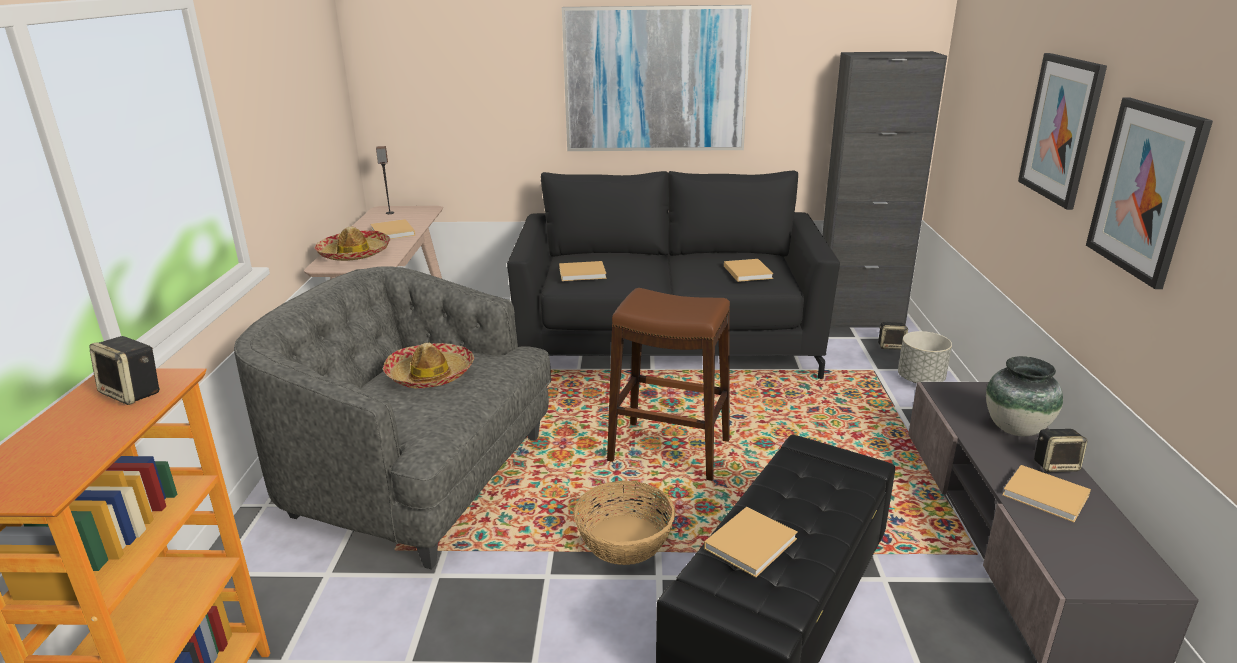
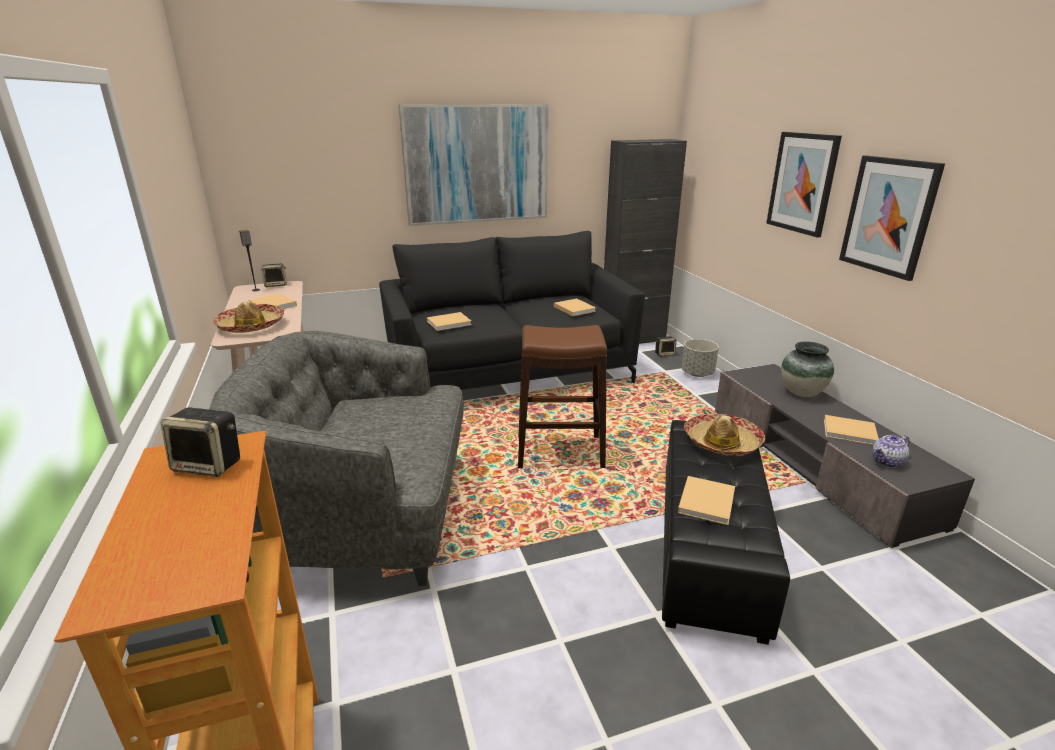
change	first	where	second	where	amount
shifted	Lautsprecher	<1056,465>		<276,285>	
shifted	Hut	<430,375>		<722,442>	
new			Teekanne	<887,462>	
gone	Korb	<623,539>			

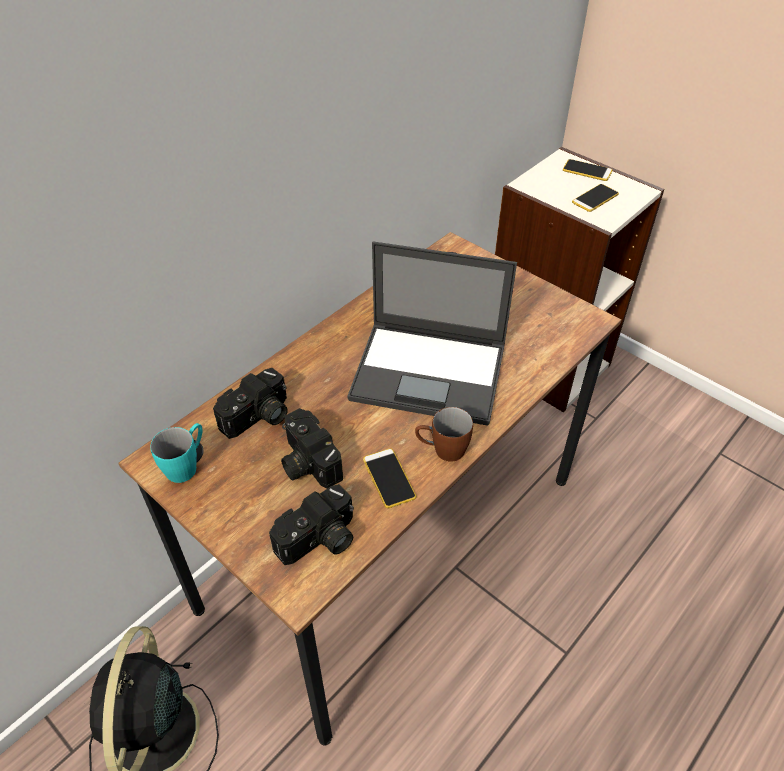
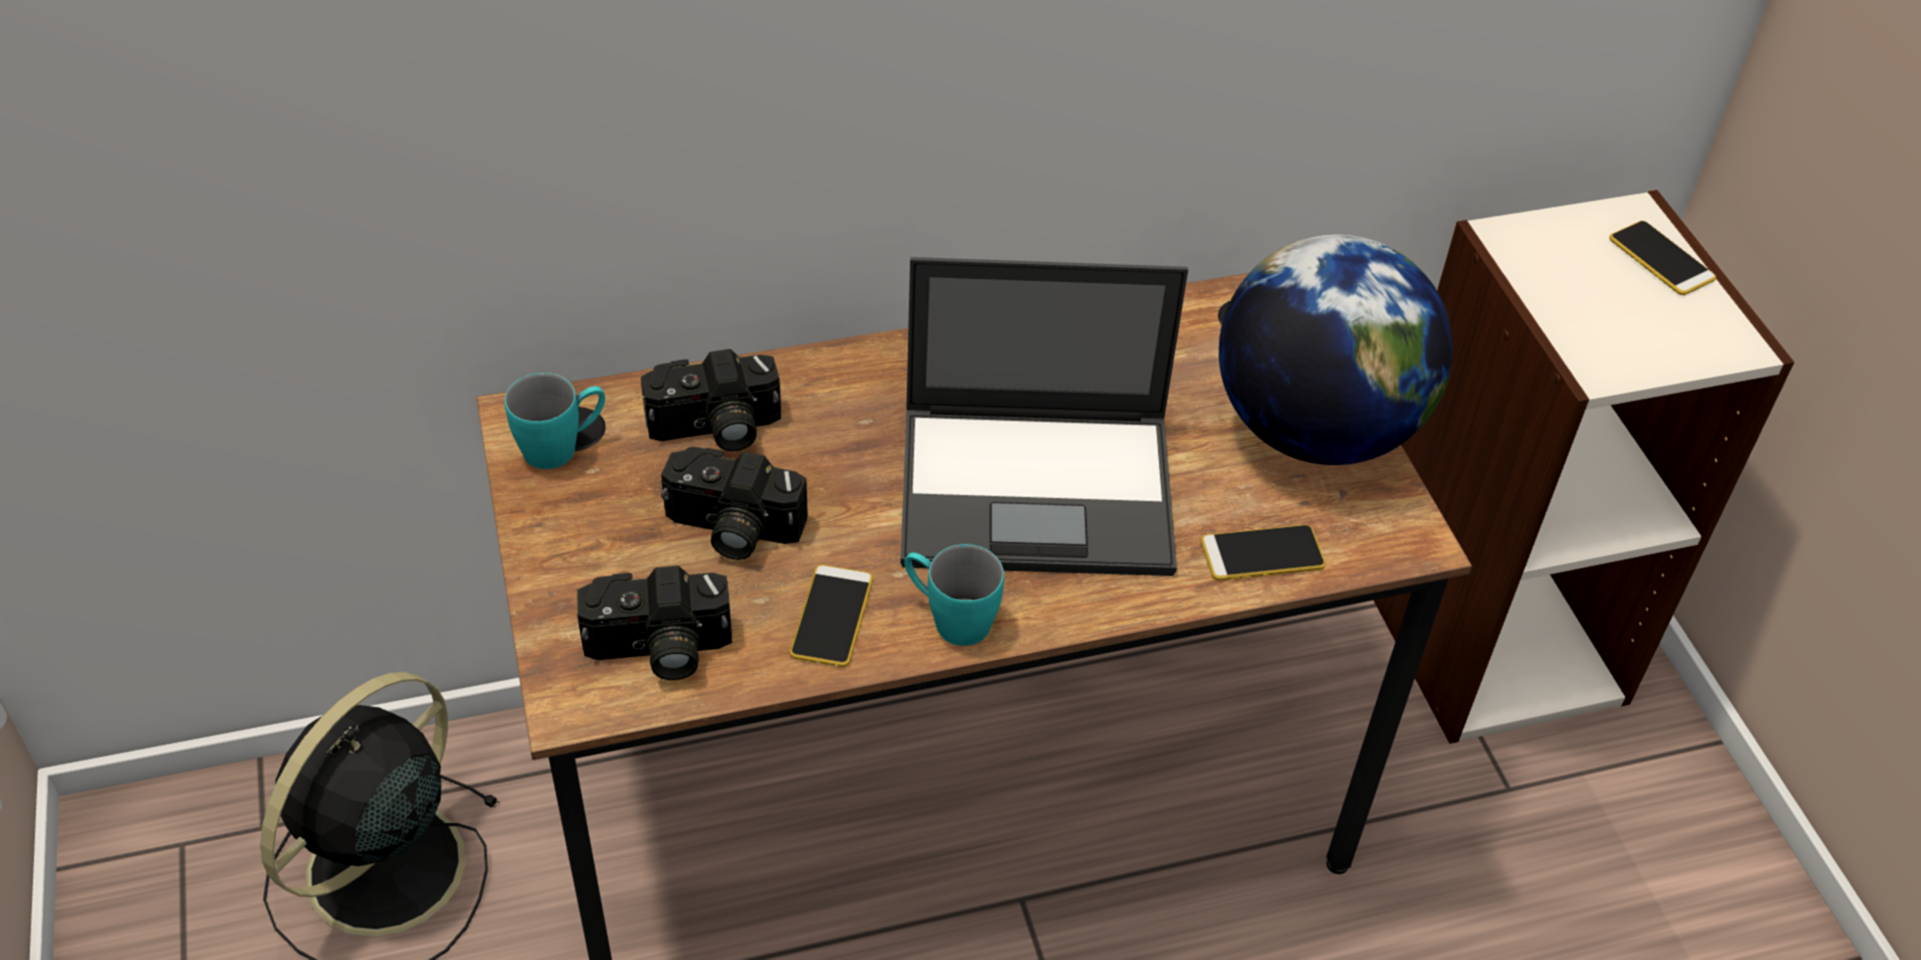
change	first	where	second	where	amount
rotated	Kamera	<306,462>		<731,529>	75 degrees counterclockwise
rotated	Laptop	<430,372>		<1040,490>	45 degrees counterclockwise
repainted	Henkelbecher (braun)	<442,450>	Henkelbecher (türkis)	<949,618>	
shifted	Handy	<595,198>		<1262,554>	
new			Globus	<1315,430>	

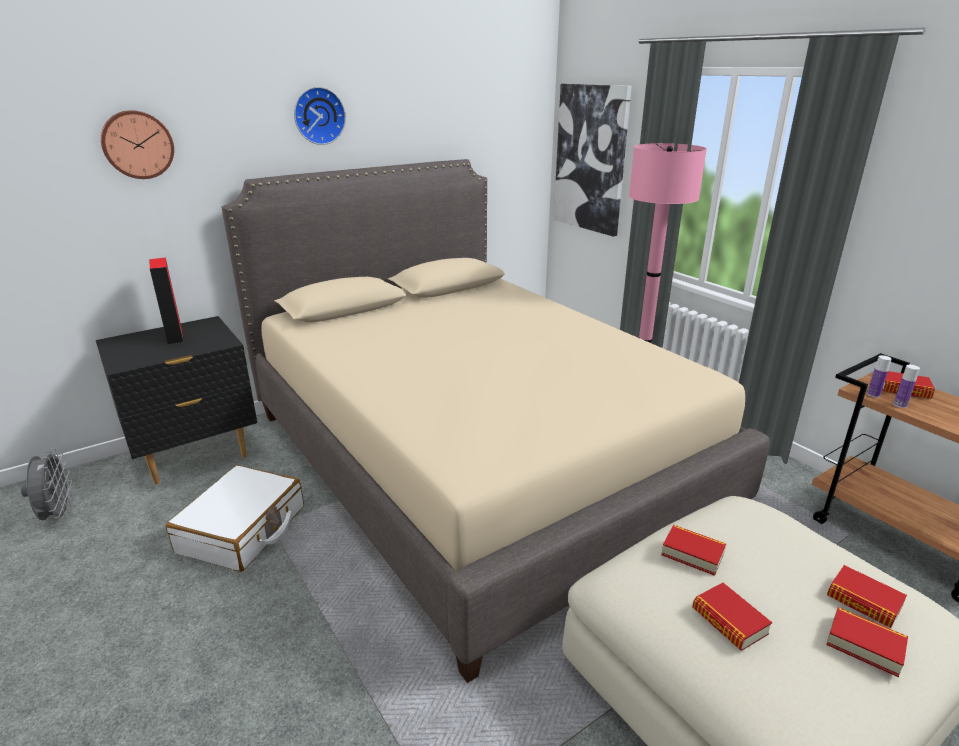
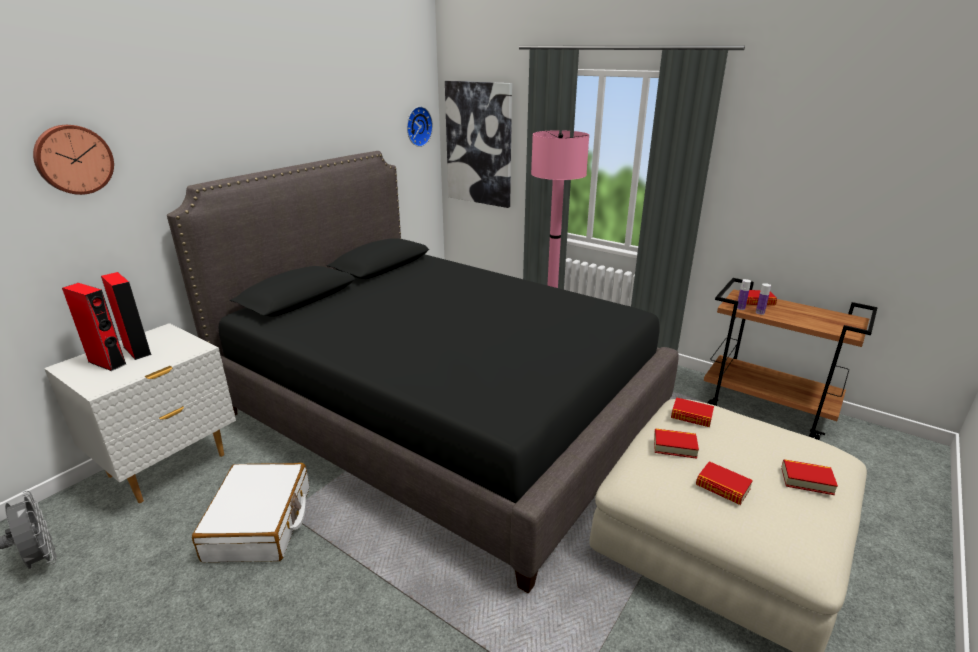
change	first	where	second	where	amount
repainted	Nachttisch (schwarz)	<195,455>	Nachttisch (weiß)	<168,465>	
new			Lautsprecher (rot)	<107,363>	
repainted	Bett (beige)	<474,460>	Bett (schwarz)	<442,414>	
shifted	Wanduhr	<318,116>		<417,126>	
shifted	Buch	<863,601>		<691,416>	

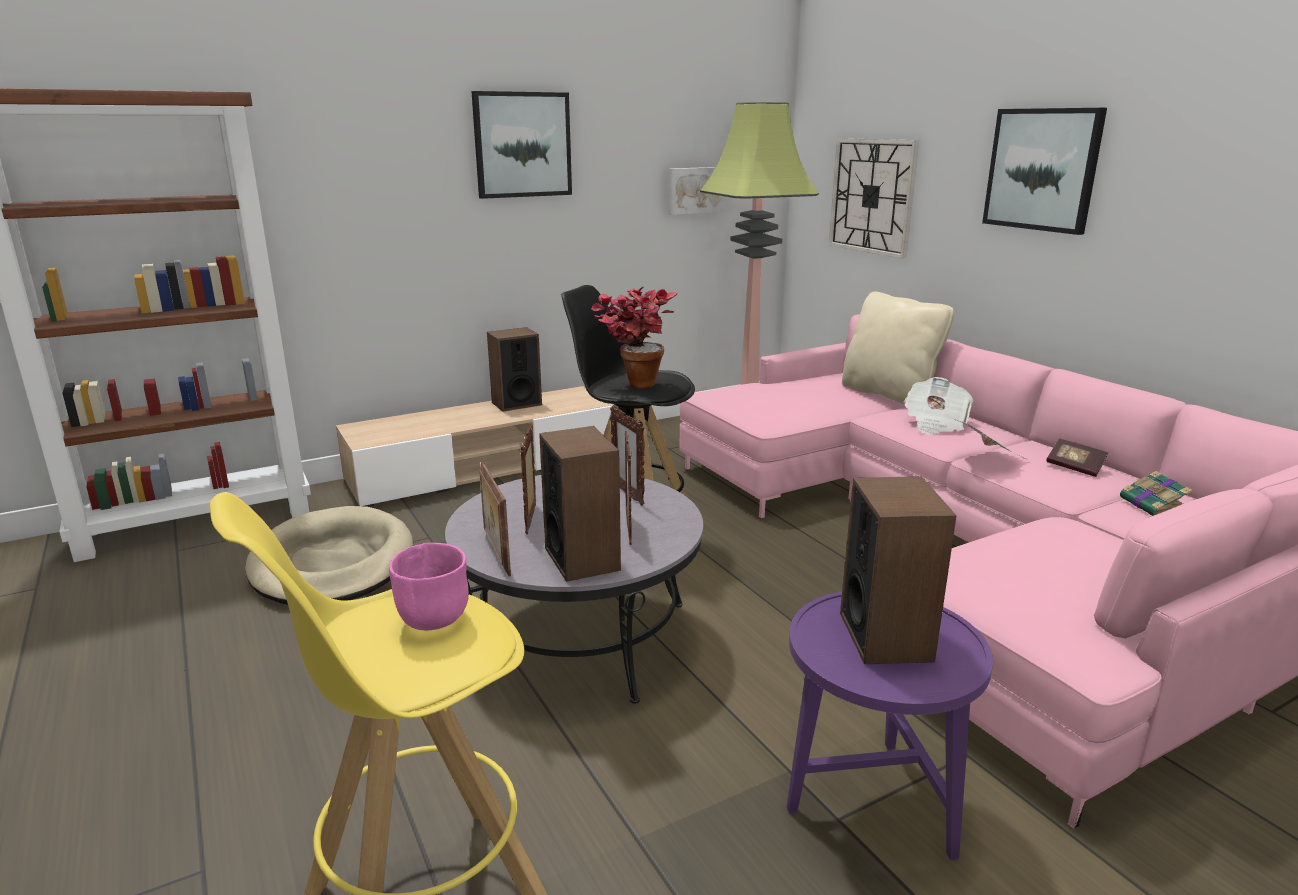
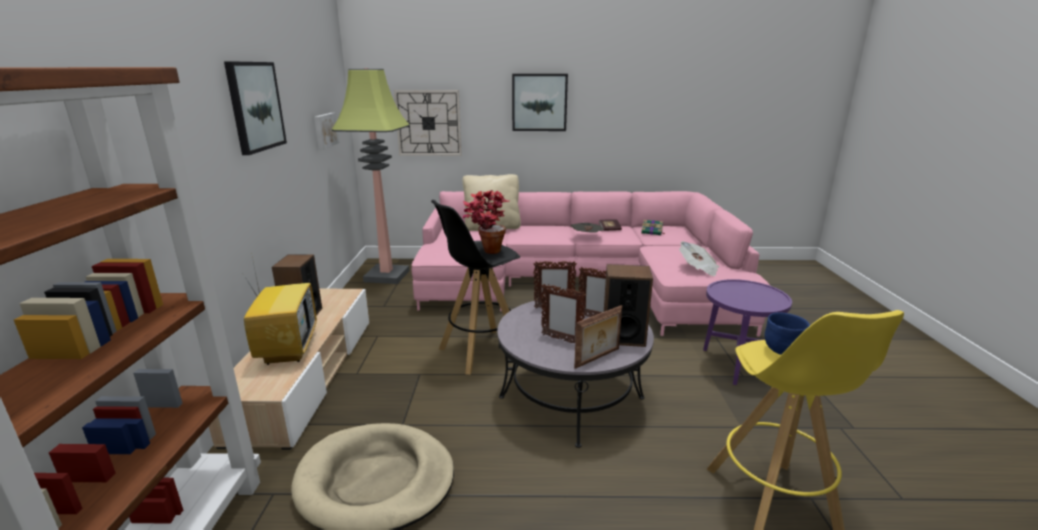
change	first	where	second	where	amount
new			Fernseher	<287,349>	
rotated	Bilderrahmen	<496,553>		<598,358>	45 degrees counterclockwise
shifted	Zeitung	<935,424>		<698,269>	
repainted	Schüssel (rosa)	<432,619>	Schüssel (blau)	<782,351>	
gone	Lautsprecher	<885,636>			

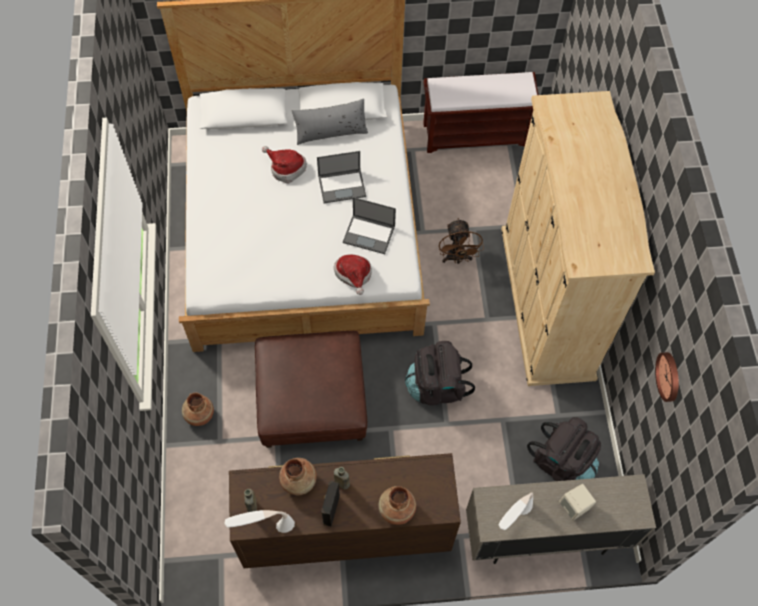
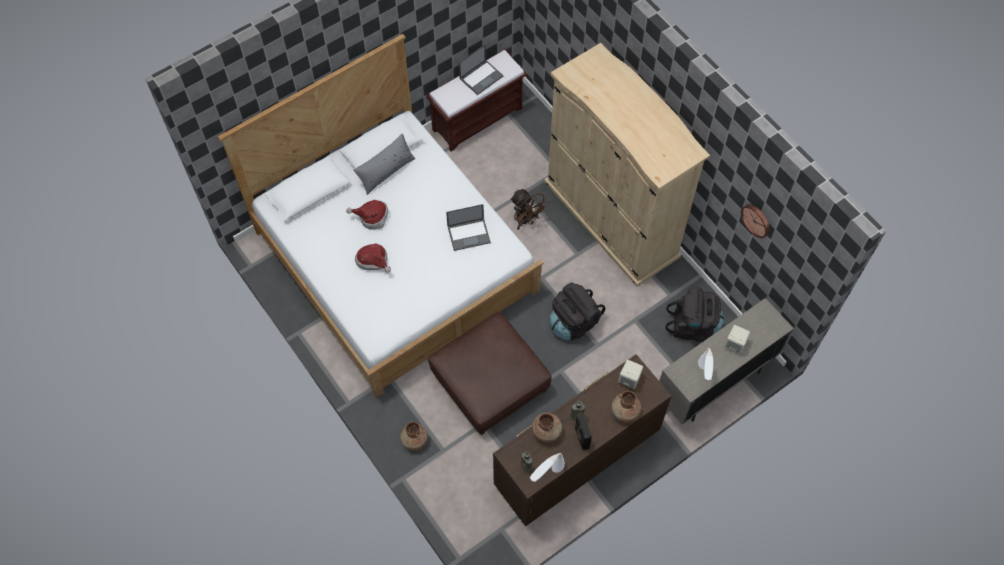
change	first	where	second	where	amount
shifted	Hut	<354,276>		<374,261>	
shifted	Laptop	<342,186>		<481,77>	
new			Lautsprecher (beige)	<629,379>	

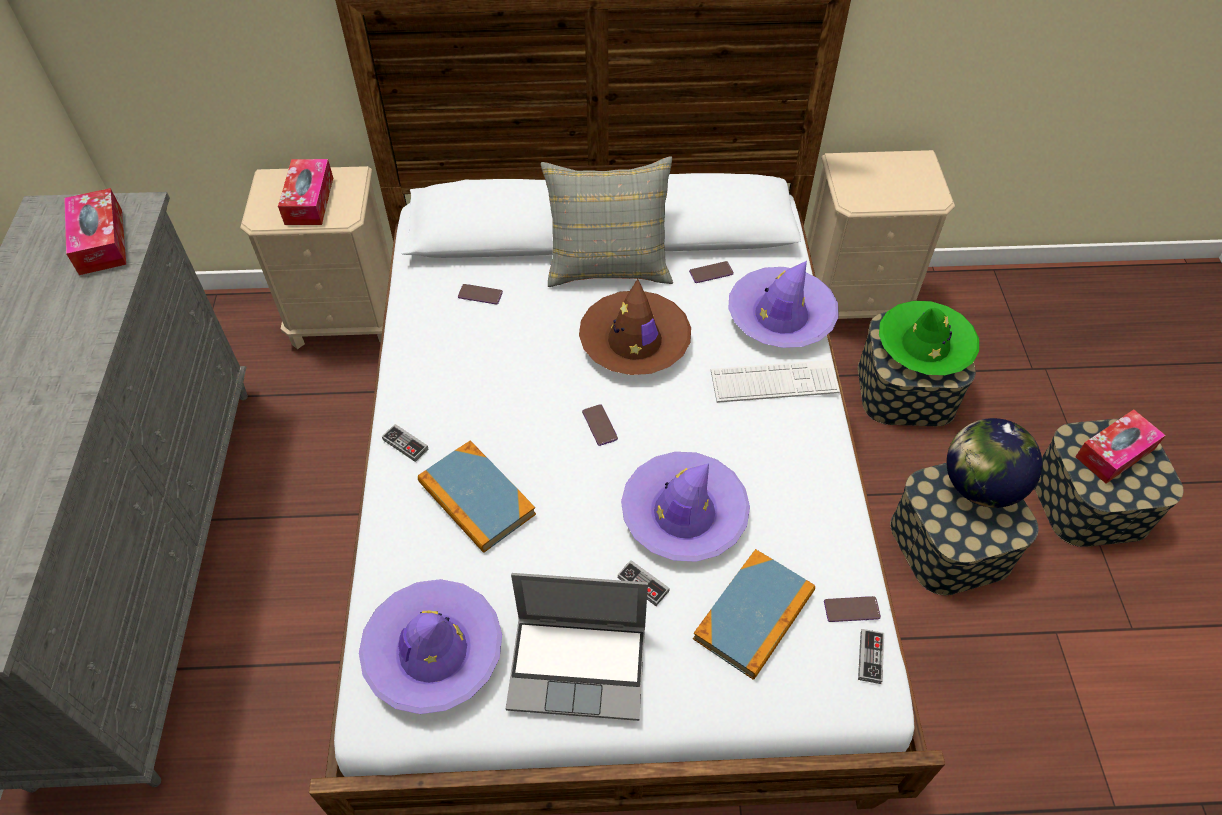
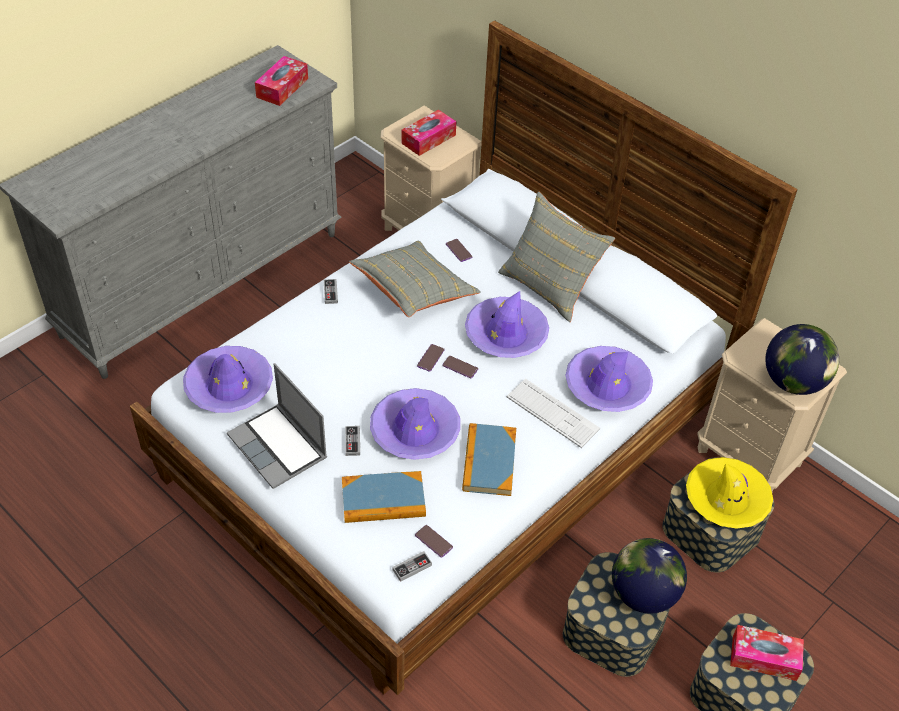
change	first	where	second	where	amount
new			Kissen (grau)	<414,292>	
shifted	Handy	<711,273>		<460,367>	
shifted	Buch	<476,499>		<489,462>	
repainted	Hut (braun)	<635,342>	Hut (lila)	<506,334>	
repainted	Hut (grün)	<925,345>	Hut (gelb)	<727,499>	
new			Globus	<793,382>	

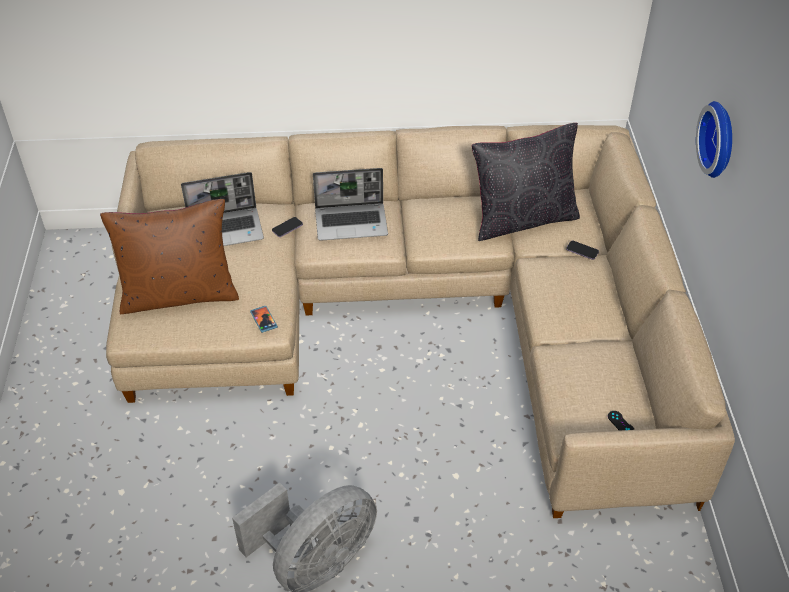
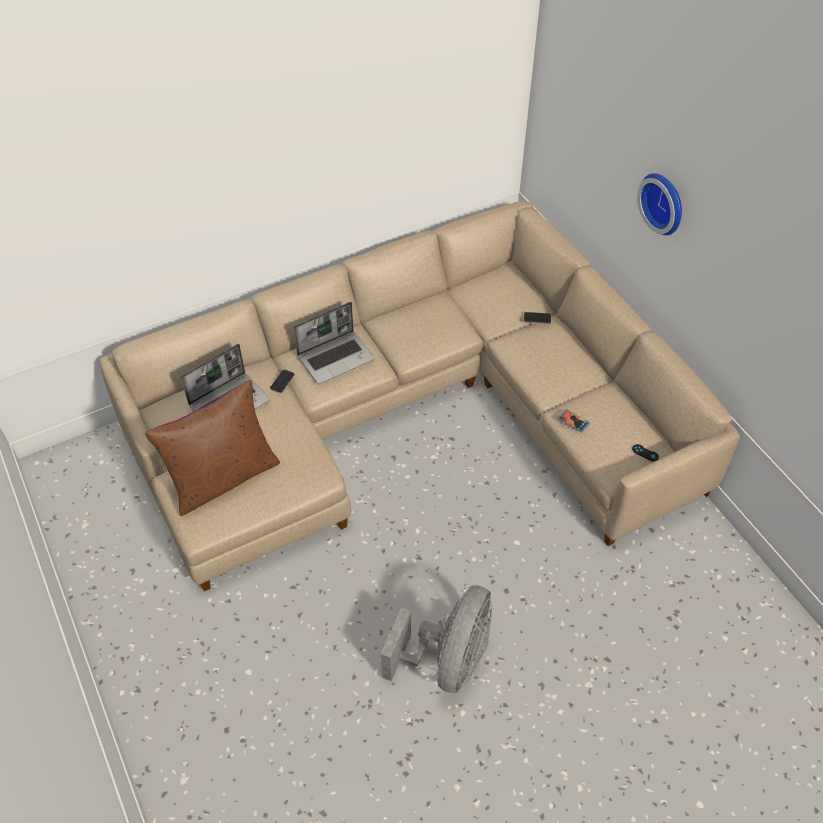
change	first	where	second	where	amount
shifted	Handy	<264,320>		<573,421>	
gone	Kissen (schwarz)	<522,219>			

